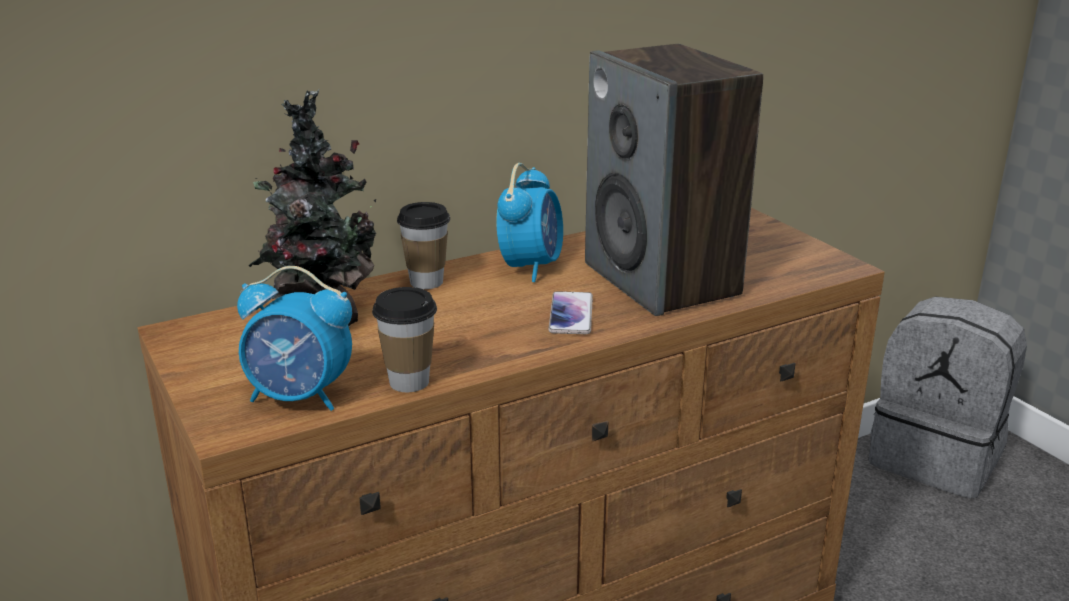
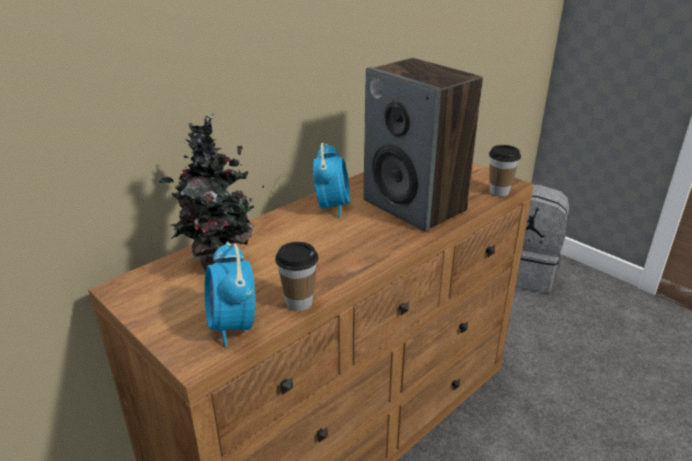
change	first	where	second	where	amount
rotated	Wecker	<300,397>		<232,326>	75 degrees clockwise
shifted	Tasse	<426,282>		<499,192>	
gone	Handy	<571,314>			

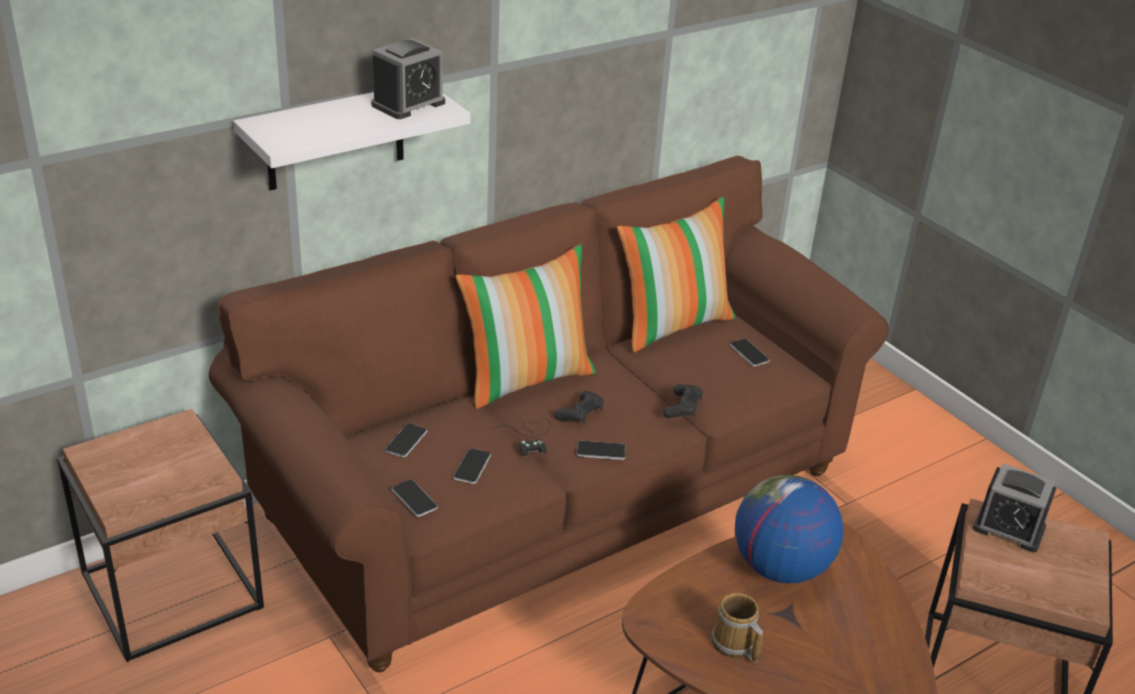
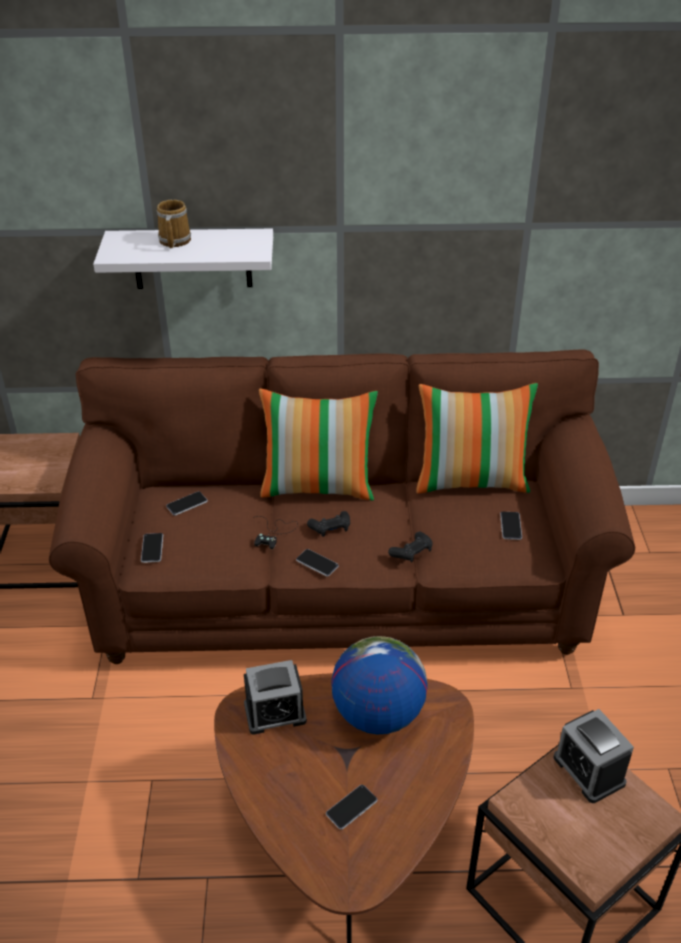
change	first	where	second	where	amount
shifted	Henkelbecher	<734,645>		<173,241>	
shifted	Wecker	<408,104>		<275,713>	
shifted	Handy	<472,467>		<351,807>	

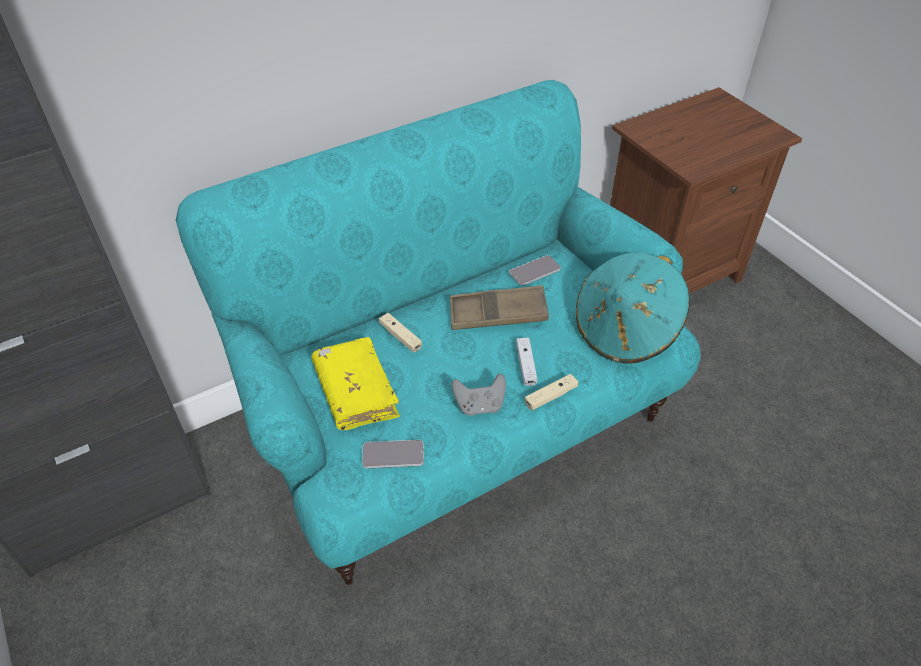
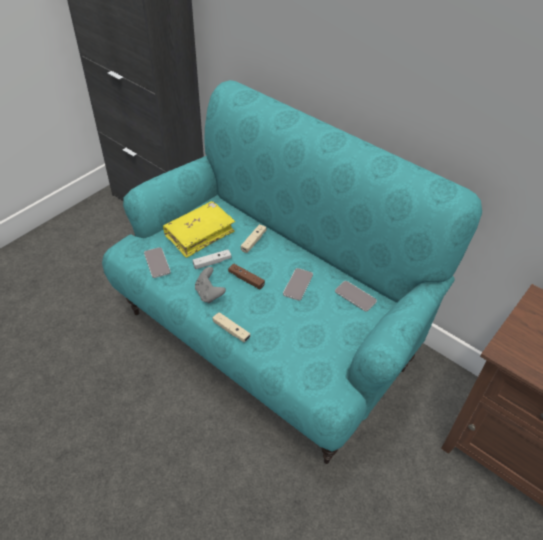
change	first	where	second	where	amount
shifted	Gamepad (weiß)	<526,365>		<212,262>	
new			Gamepad (braun)	<246,279>	
swapped	Tablett (braun)	<498,314>	Handy	<298,284>	
gone	Hut (türkis)	<626,331>			

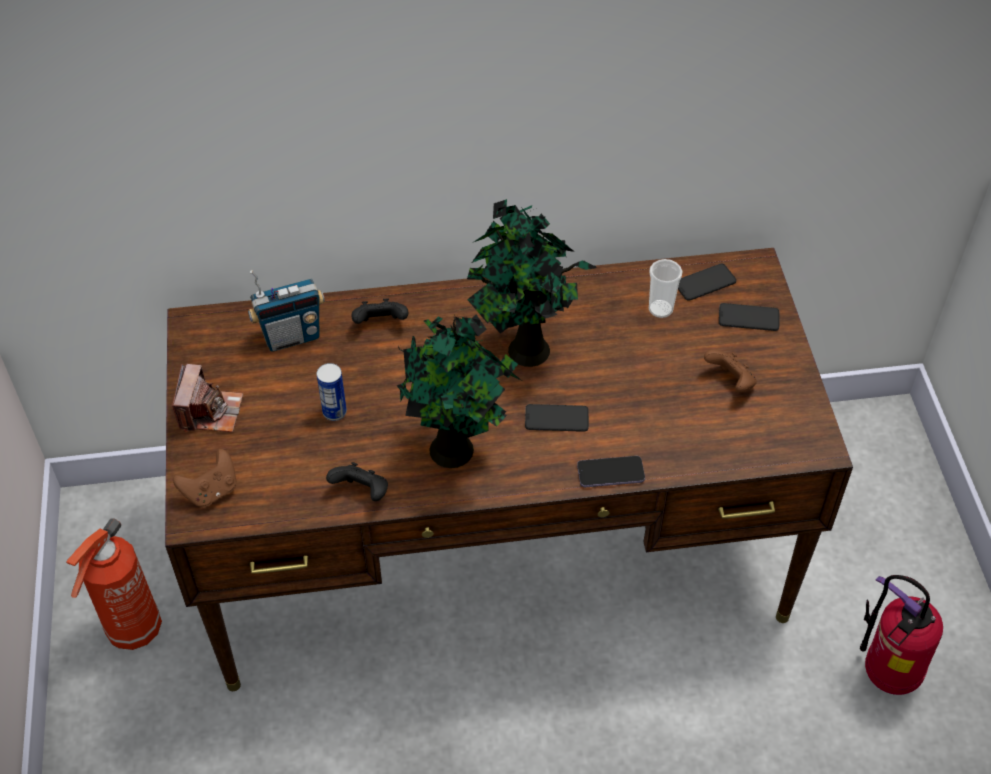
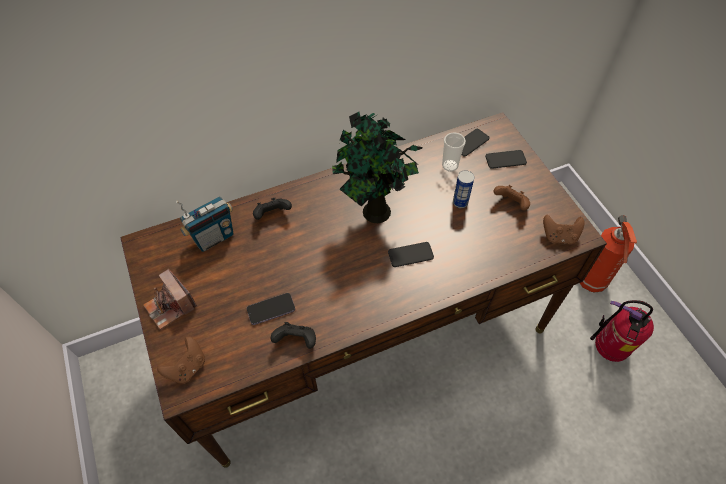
change	first	where	second	where	amount
rotated	Kamera	<210,411>		<170,306>	150 degrees clockwise
shifted	Handy	<610,473>		<271,309>	
shifted	Dose	<334,412>		<460,202>	
new			Gamepad (braun)	<559,236>	
shifted	Feuerlöscher	<132,631>		<591,282>	
gone	Topfpflanze	<456,450>			

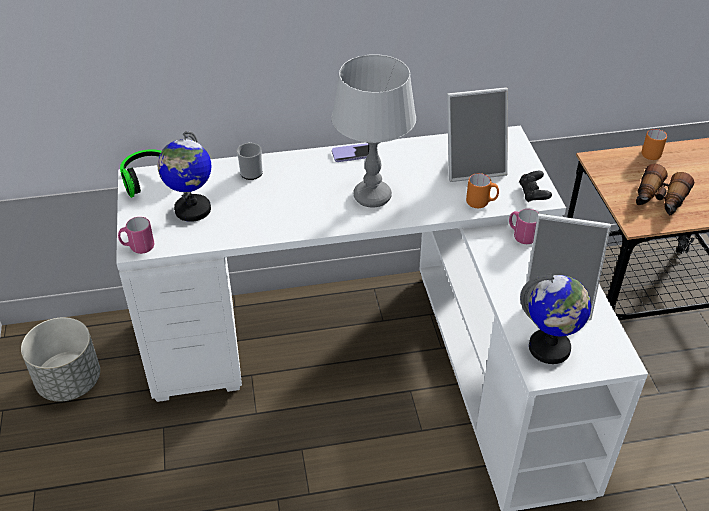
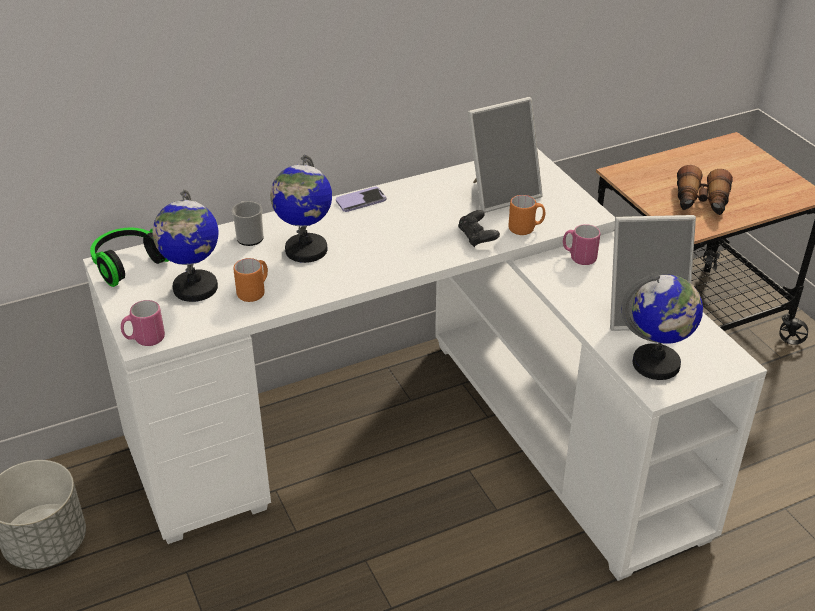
change	first	where	second	where	amount
shifted	Henkelbecher (orange)	<653,153>		<254,292>	
new			Globus	<305,250>	
shifted	Gamepad (schwarz)	<533,194>		<477,237>	
gone	Tischlampe (grau)	<372,197>			

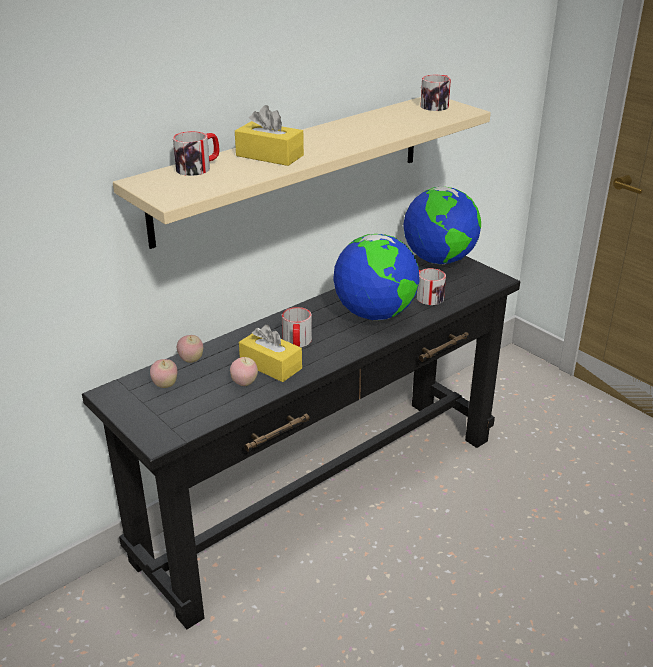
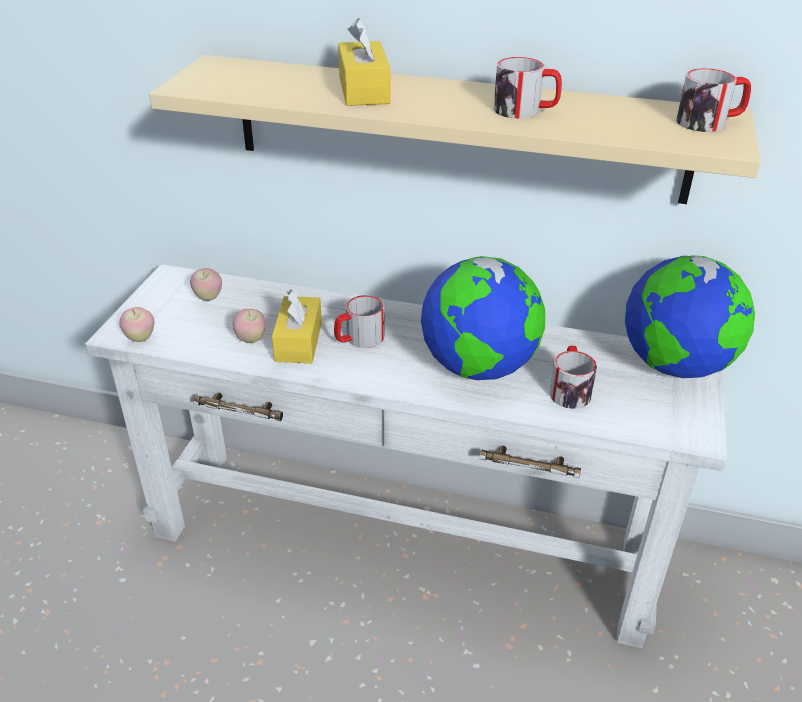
change	first	where	second	where	amount
repainted	Konsolentisch (schwarz)	<324,496>	Konsolentisch (weiß)	<400,541>	
shifted	Apfel	<191,360>		<140,338>	
shifted	Henkelbecher	<198,167>		<525,111>	

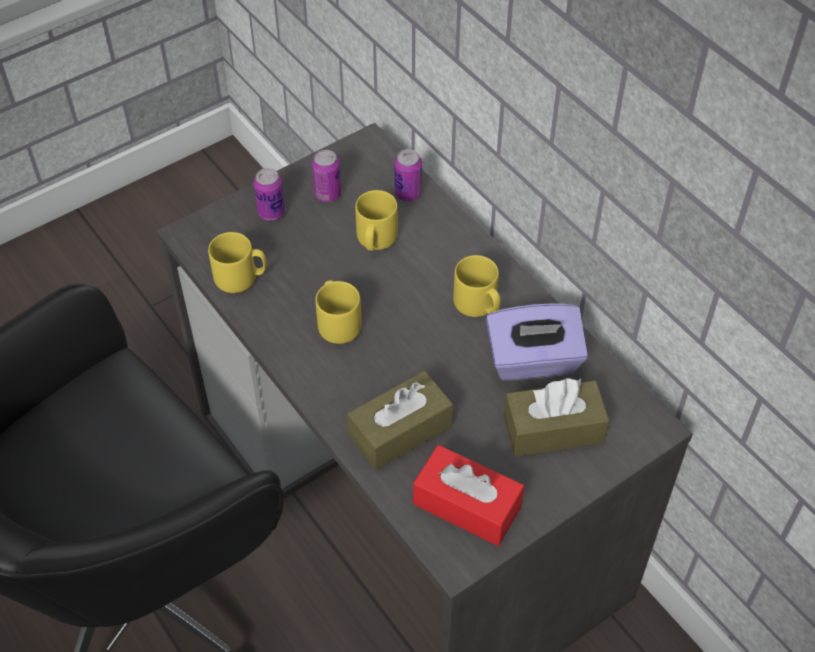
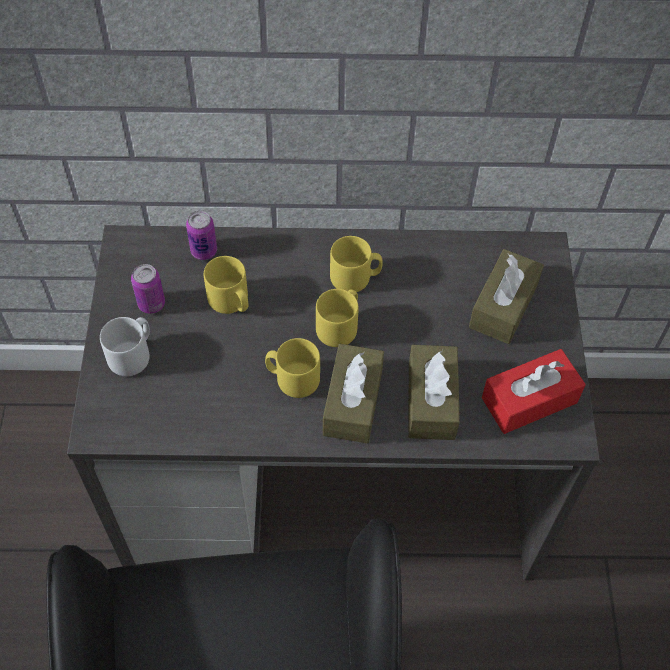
change	first	where	second	where	amount
swapped	Dose	<271,212>	Henkelbecher (grau)	<132,355>	
shifted	Henkelbecher (gelb)	<241,277>		<339,326>	
new			Taschentuchbox (braun)	<353,402>	
gone	Taschentuchbox (lila)	<533,361>			

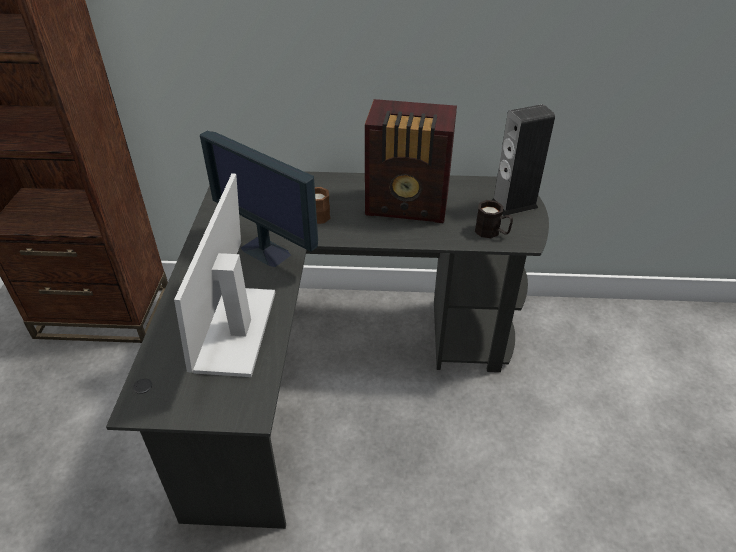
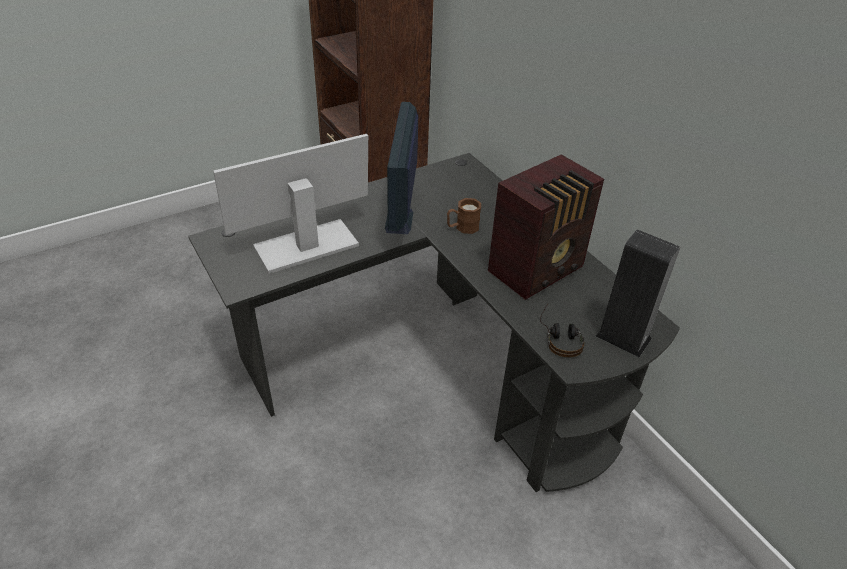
change	first	where	second	where	amount
rotated	Radio	<408,206>		<538,269>	105 degrees counterclockwise
swapped	Henkelbecher (schwarz)	<492,232>	Kopfhörer	<560,337>	

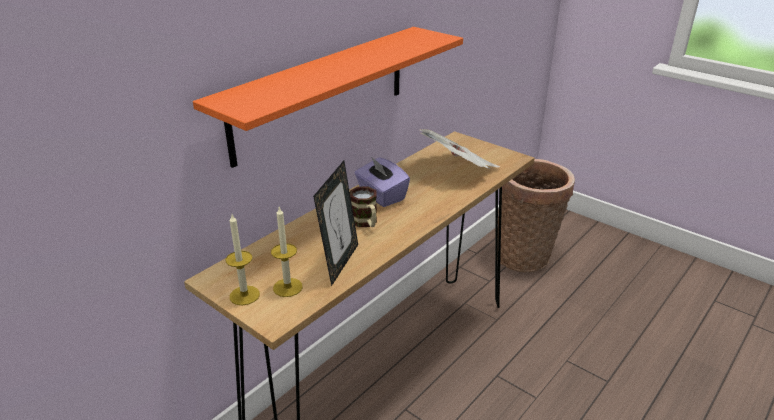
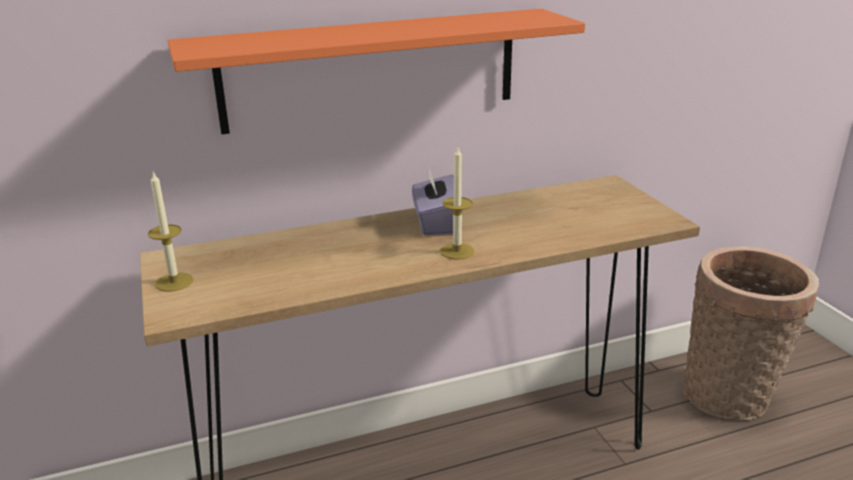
change	first	where	second	where	amount
shifted	Kerze	<287,287>		<457,251>	
gone	Bilderrahmen	<339,263>			
gone	Henkelbecher	<366,223>			
gone	Zeitung	<458,169>			

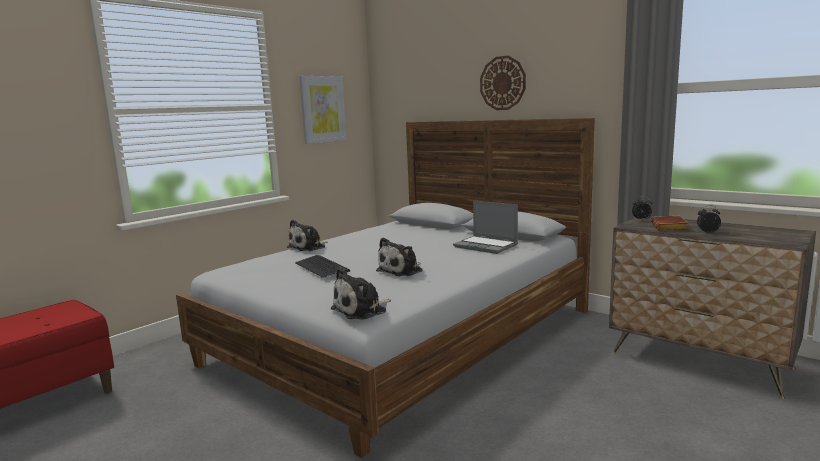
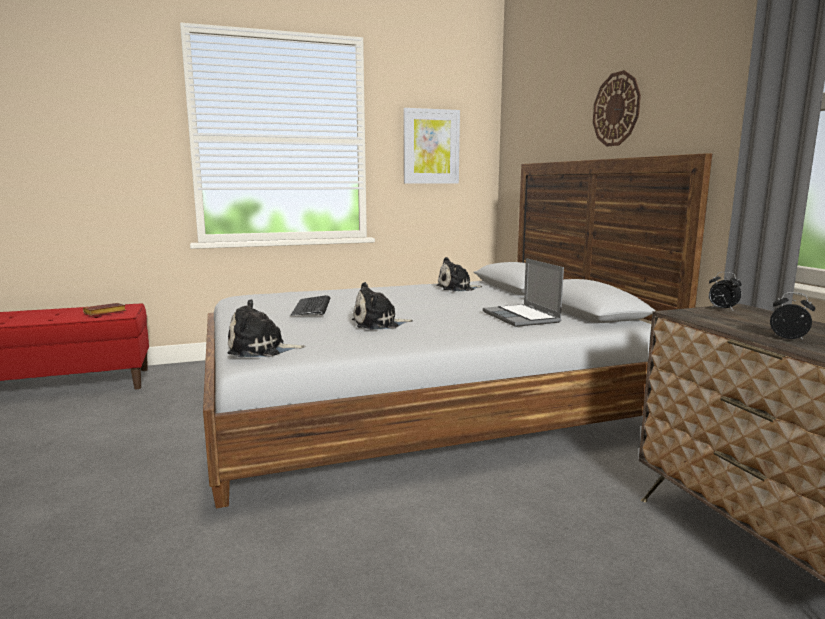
change	first	where	second	where	amount
shifted	Buch (braun)	<670,227>		<104,313>	
shifted	Plüschtier	<308,247>		<457,288>	

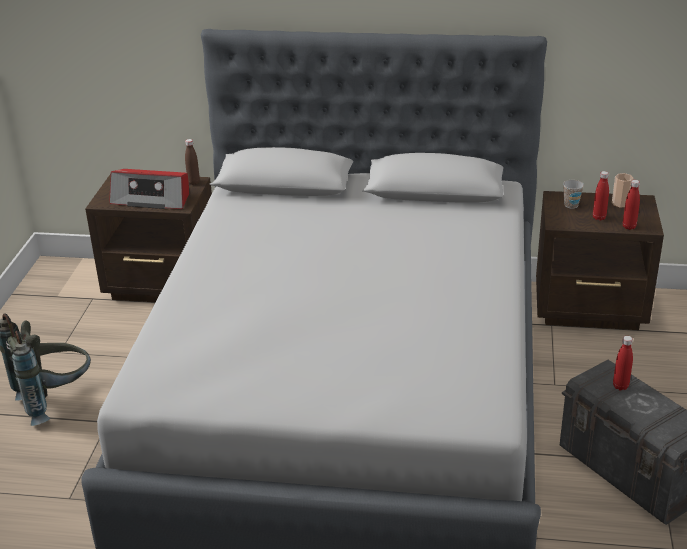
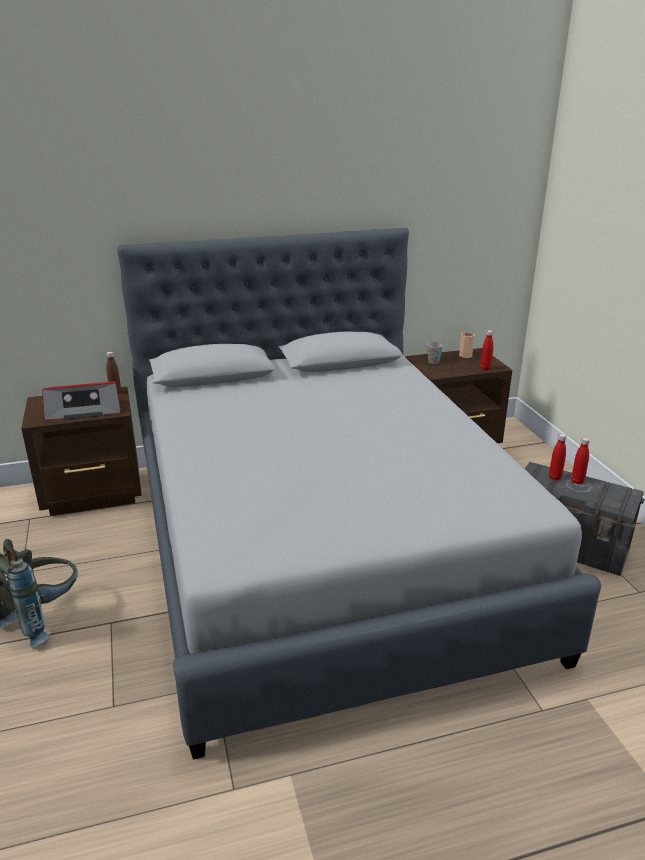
change	first	where	second	where	amount
shifted	Flasche (rot)	<599,217>		<577,481>	

